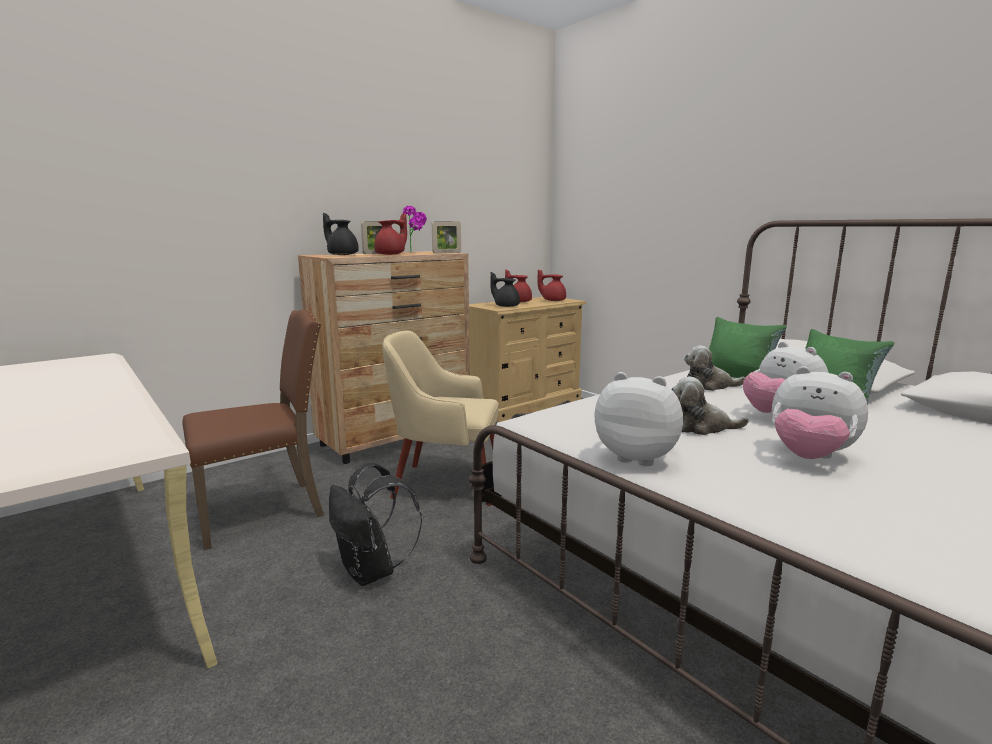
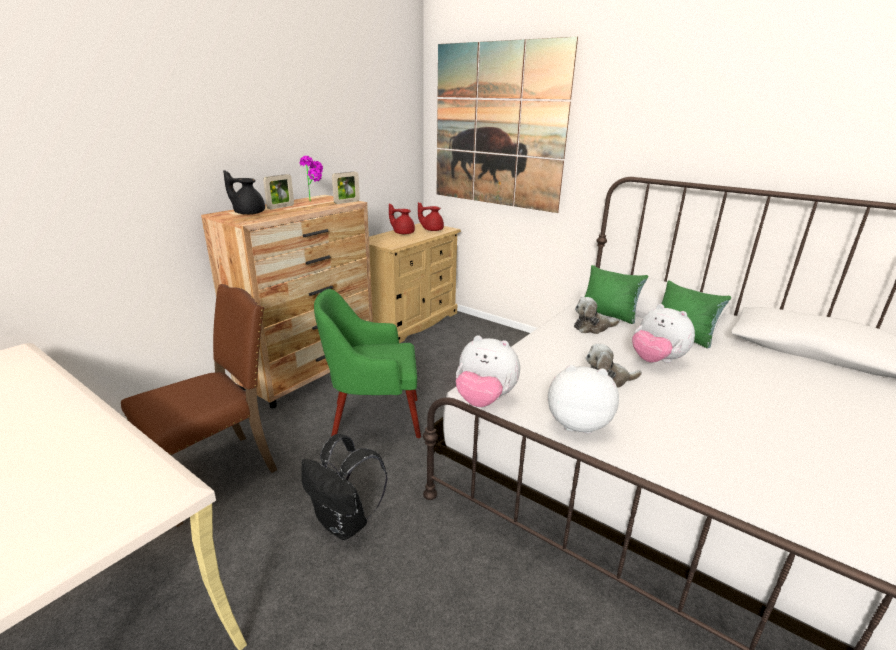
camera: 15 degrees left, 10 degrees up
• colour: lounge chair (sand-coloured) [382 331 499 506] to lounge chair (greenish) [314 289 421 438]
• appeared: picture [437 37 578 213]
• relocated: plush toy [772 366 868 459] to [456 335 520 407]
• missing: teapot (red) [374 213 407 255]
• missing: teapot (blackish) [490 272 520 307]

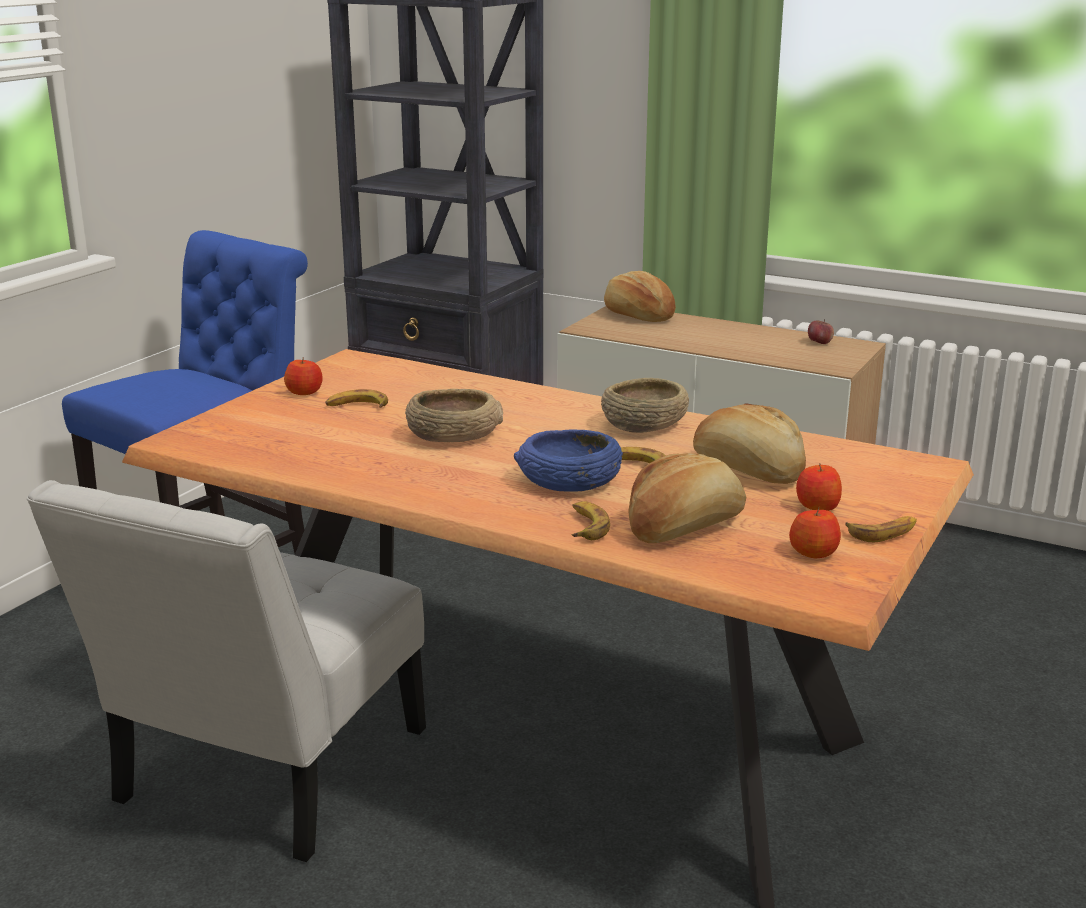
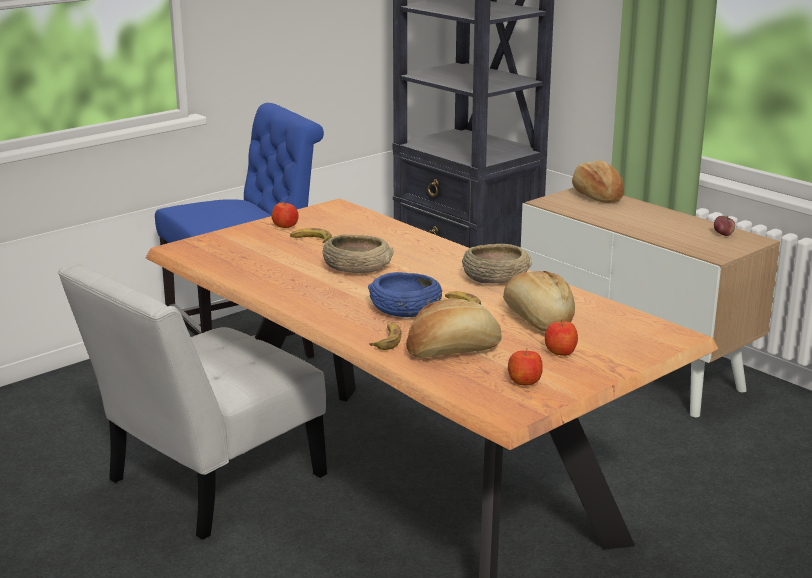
camera: 20 degrees right, 0 degrees up
• missing: whole banana [845 516 917 542]

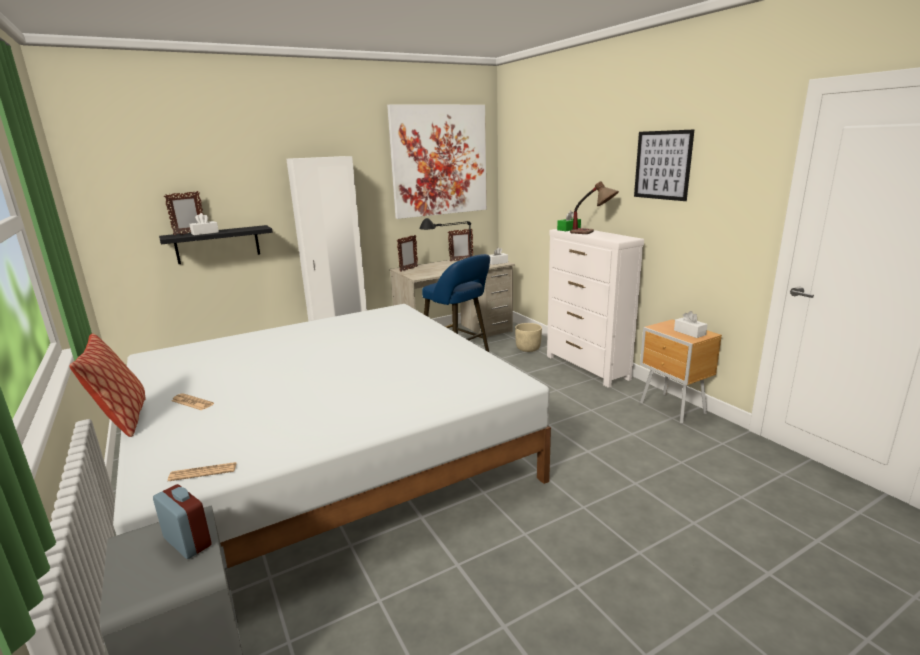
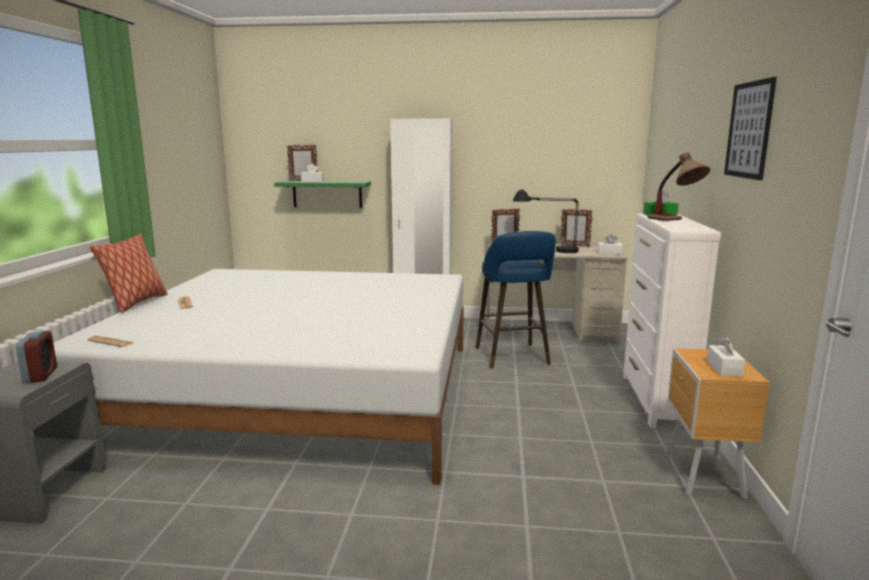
camera: 35 degrees right, 5 degrees down
• colour: bracket shelf (blackish) [159 225 273 264] to bracket shelf (greenish) [274 181 371 208]
• missing: picture [387 104 487 219]
• missing: flower pot (sand-coloured) [515 323 542 352]

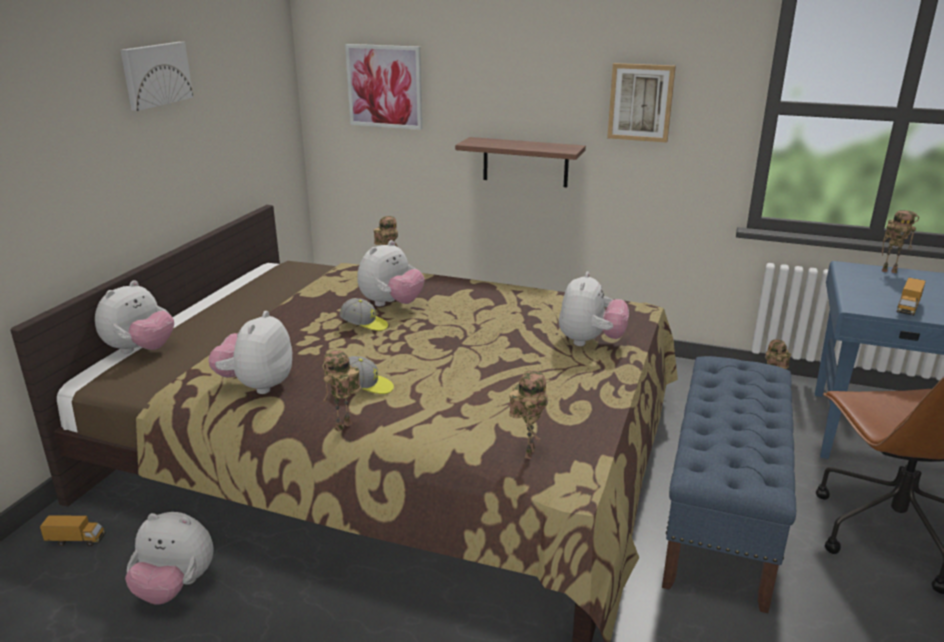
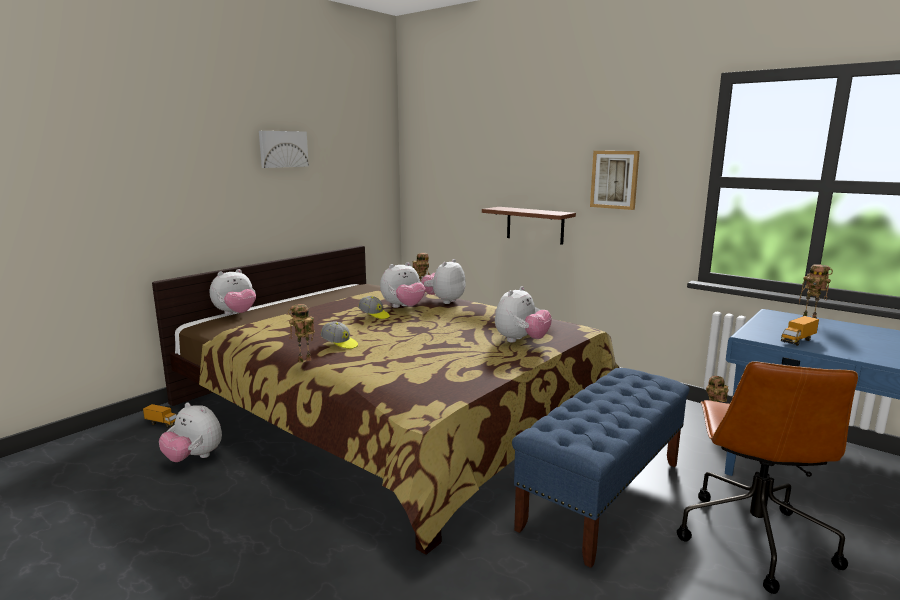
camera: 20 degrees right, 10 degrees down
• relocated: plush toy [208 311 292 394] to [421 259 466 304]
• missing: picture [345 44 422 130]
• missing: model robot [509 370 548 459]

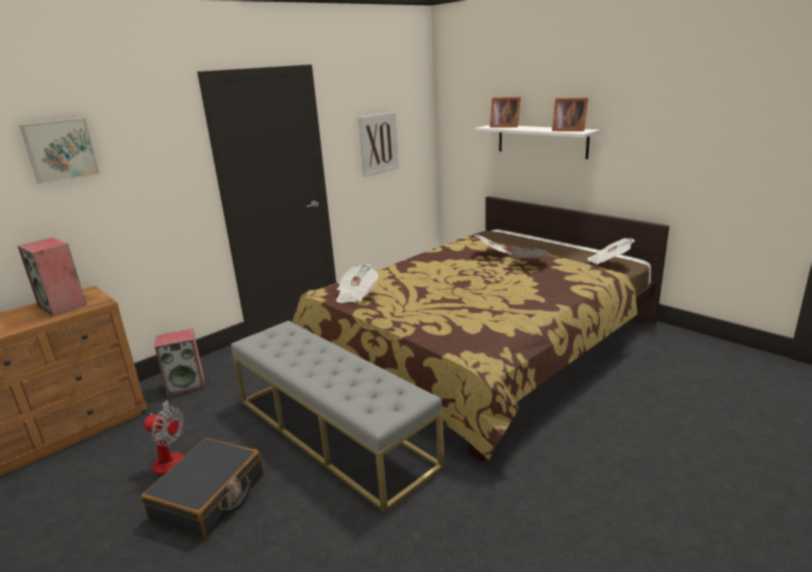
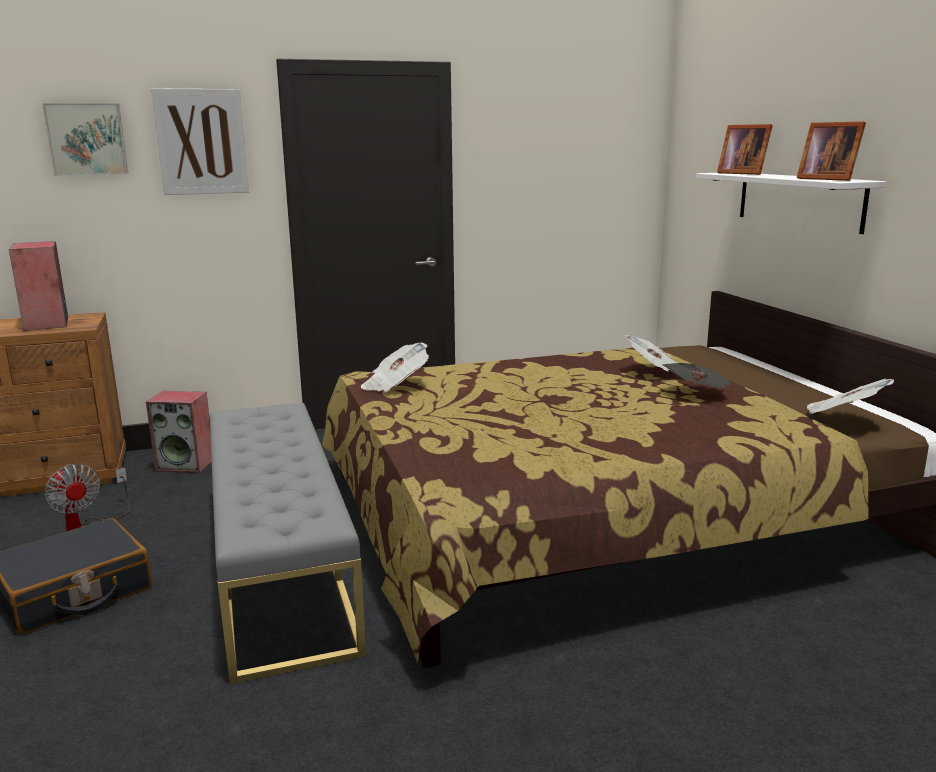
camera: 25 degrees right, 5 degrees down
• relocated: picture [358 112 399 177] to [151 88 249 195]

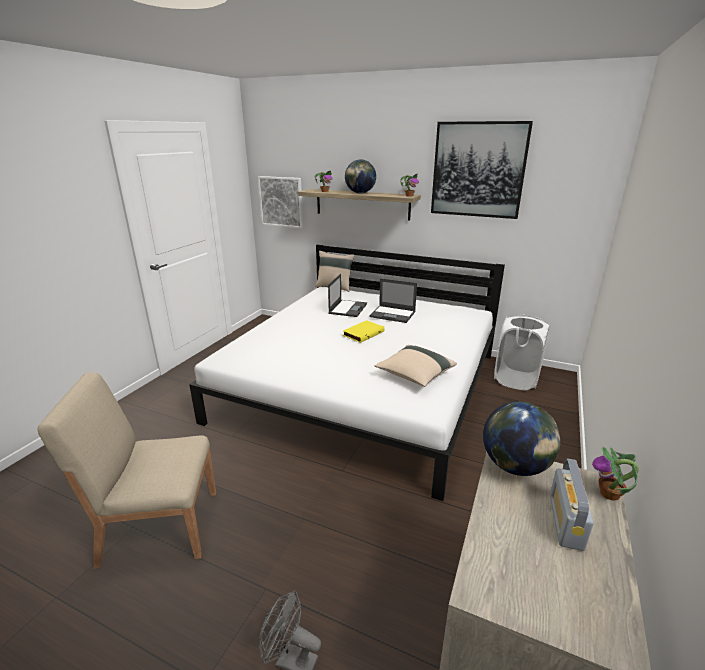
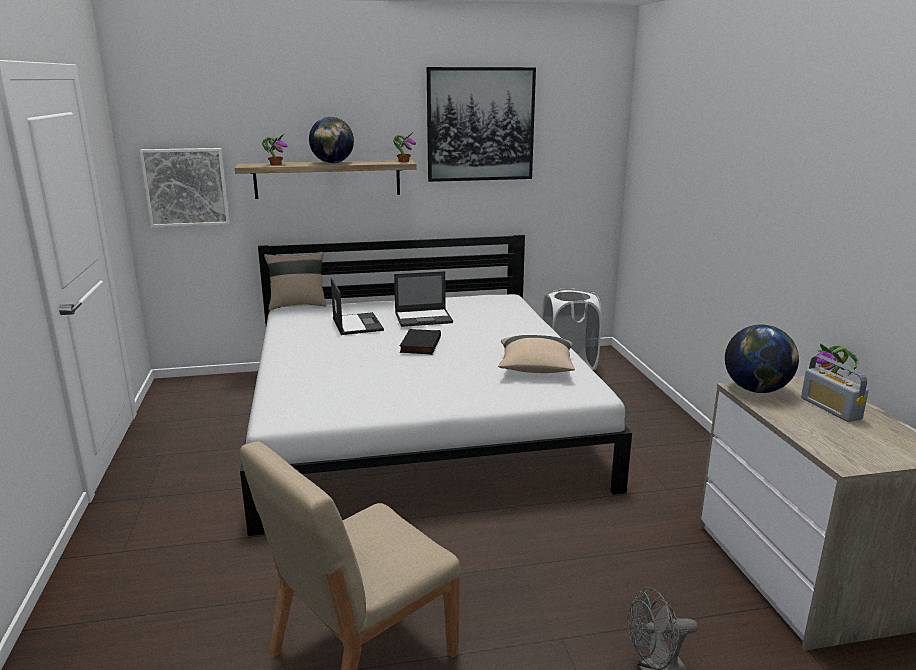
camera: 35 degrees left, 5 degrees down
• colour: volume (yellowish) [343 320 384 343] to volume (blackish) [399 329 441 355]

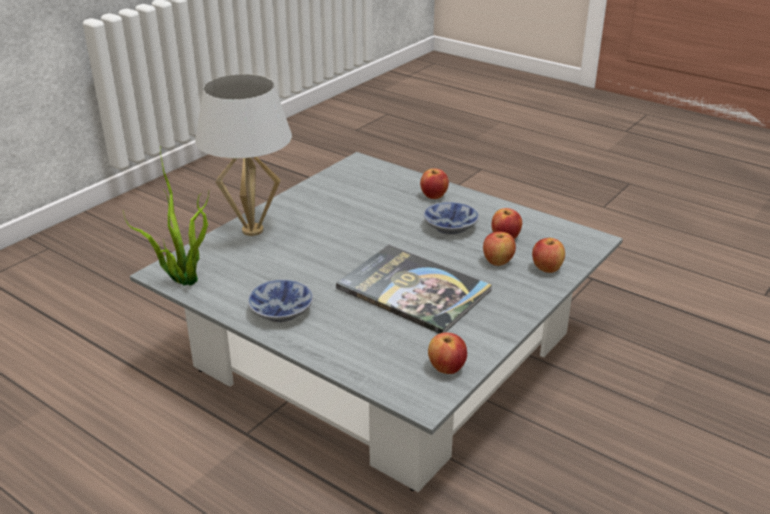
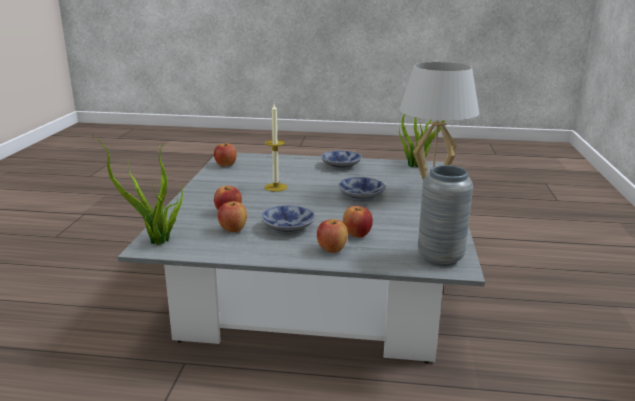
camera: 150 degrees right, 10 degrees down
• appeared: houseplant [93 135 184 245]
• exchanged: volume [336 245 492 334] to wax candle [265 104 287 192]
• appeared: bowl [338 177 385 201]
• relocated: whole apple [532 238 565 273] to [343 206 373 238]
• appeared: flower vase (greyish) [418 165 473 266]

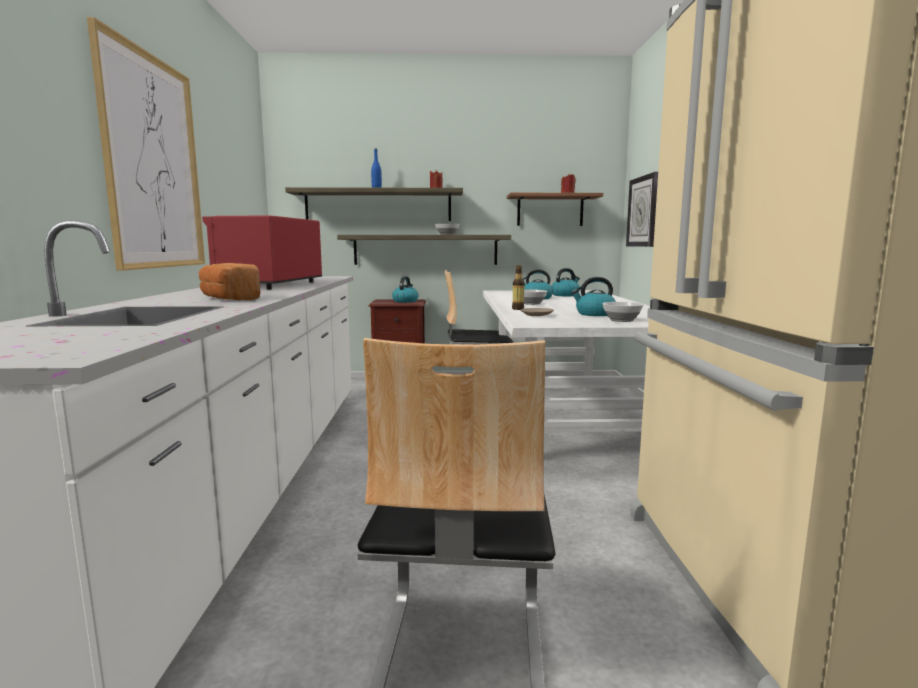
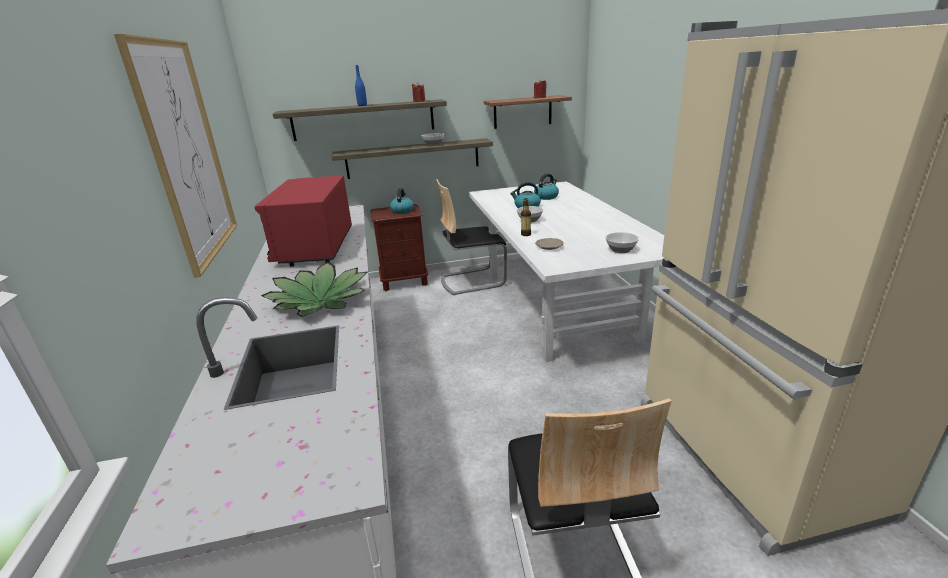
camera: 10 degrees left, 15 degrees up
• exchanged: bread [199 263 260 300] to houseplant [261 262 367 317]
• missing: tea kettle [571 277 616 316]
• missing: clock on the wall [626 172 658 247]

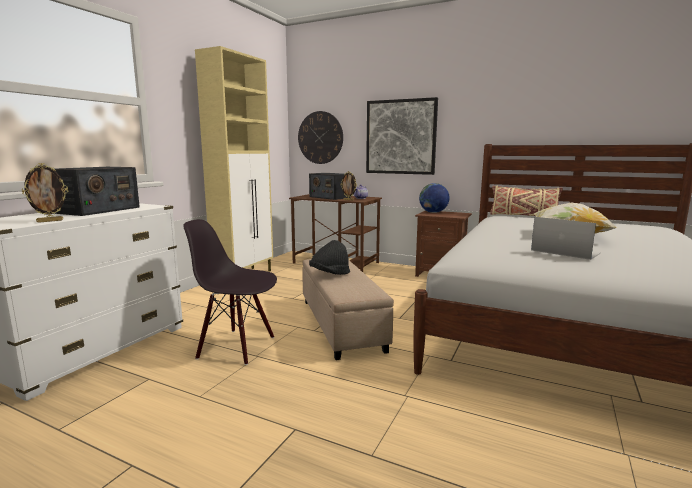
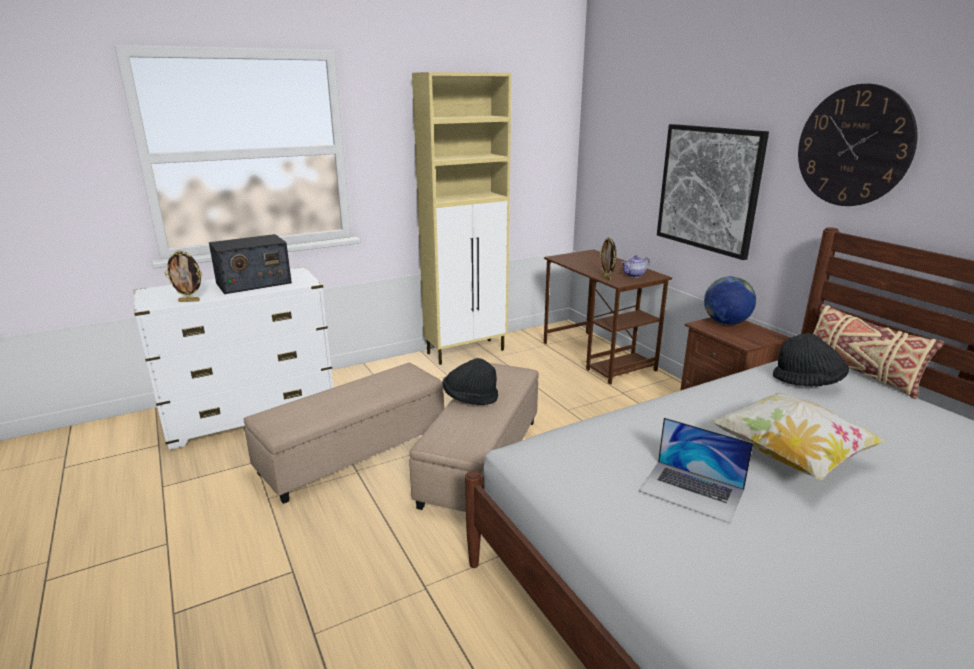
camera: 35 degrees right, 10 degrees up
• exchanged: plain chair (blackish) [183 219 277 365] to footrest (sand-coloured) [244 363 444 504]
• spun: portable computer [531 217 601 260] = [639 417 753 524] 135 degrees clockwise
• appeared: hat (blackish) [773 333 849 387]
• relocated: clock on the wall [298 111 343 164] to [798 84 918 206]
• missing: radio [309 173 351 200]

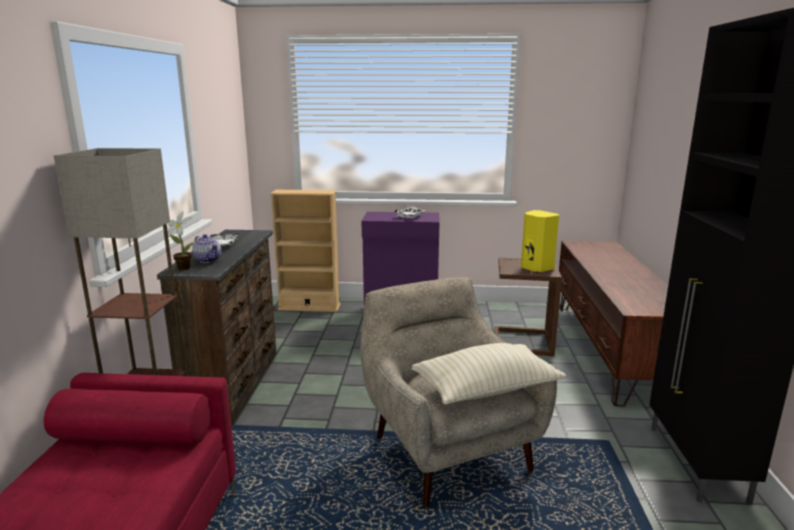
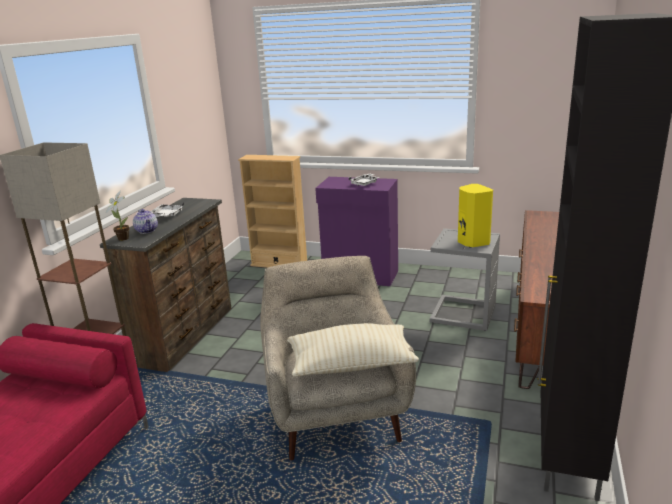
camera: 15 degrees right, 5 degrees up
• colour: side table (brown) [494 258 562 357] to side table (greyish) [430 228 500 331]

